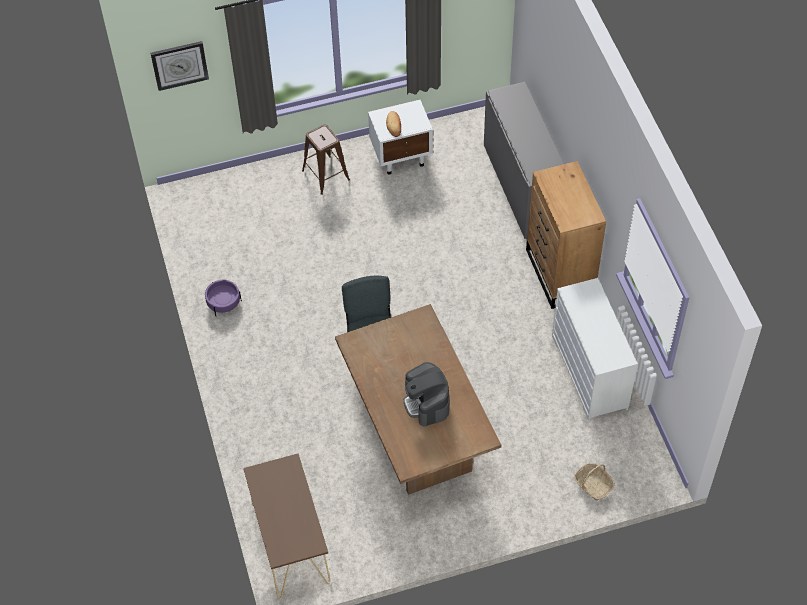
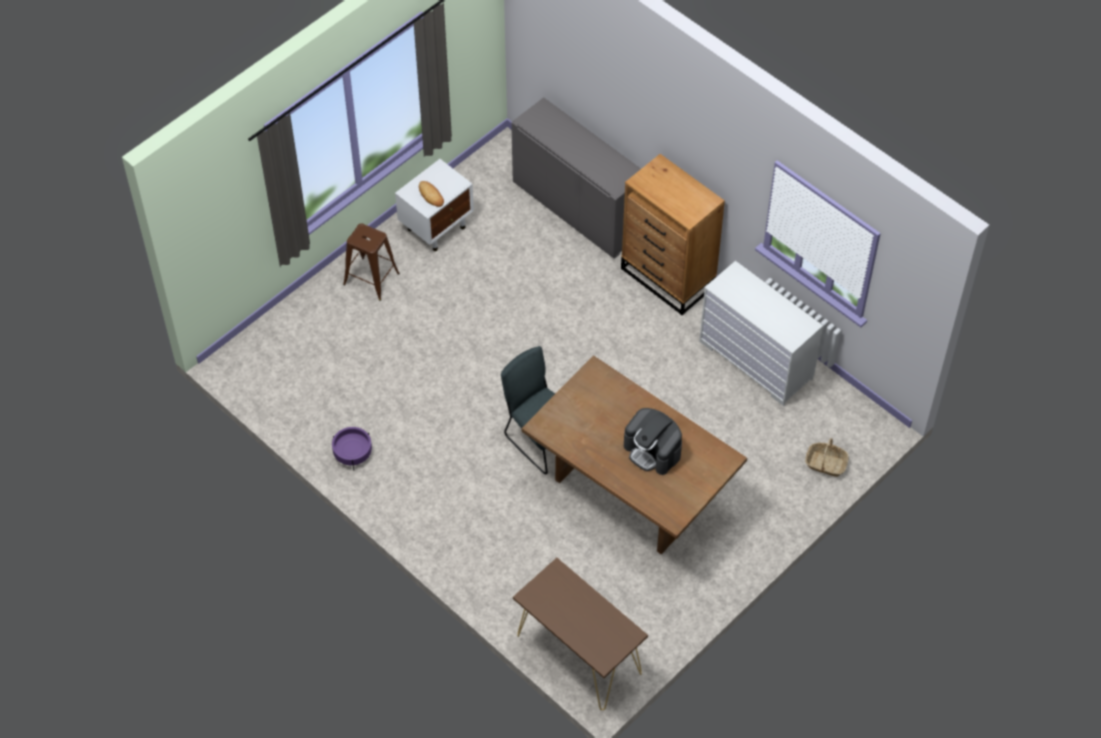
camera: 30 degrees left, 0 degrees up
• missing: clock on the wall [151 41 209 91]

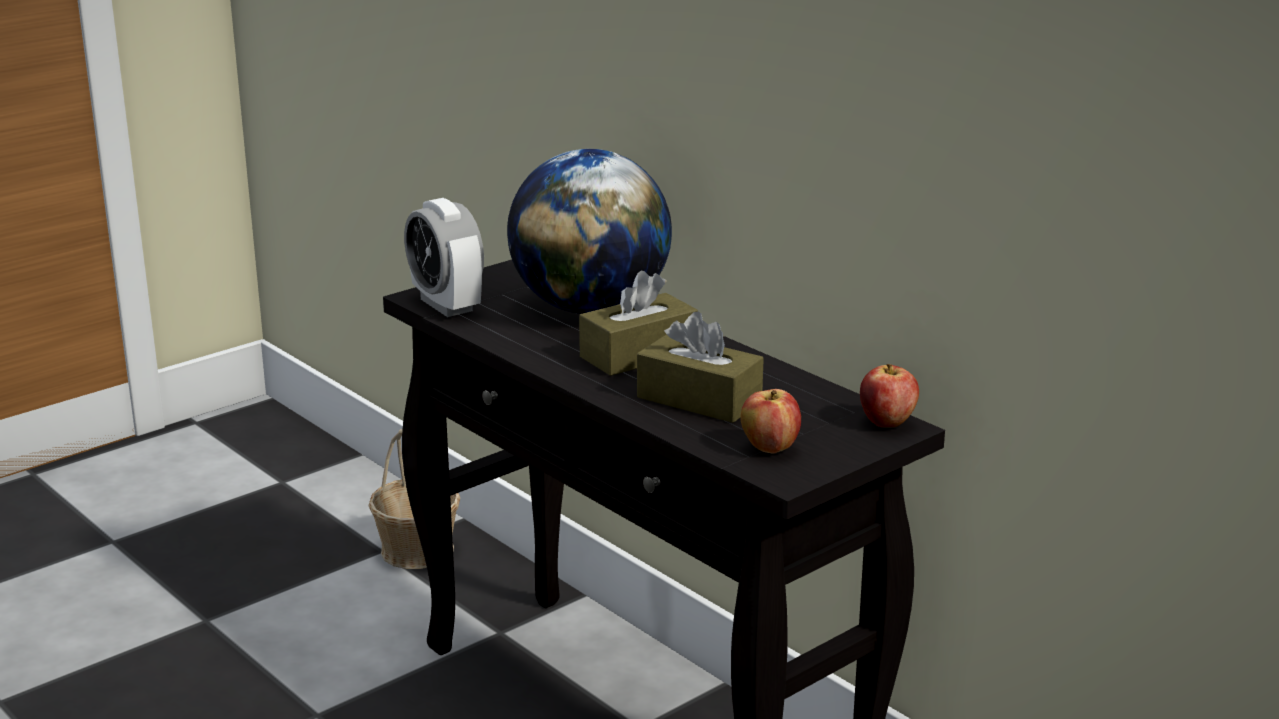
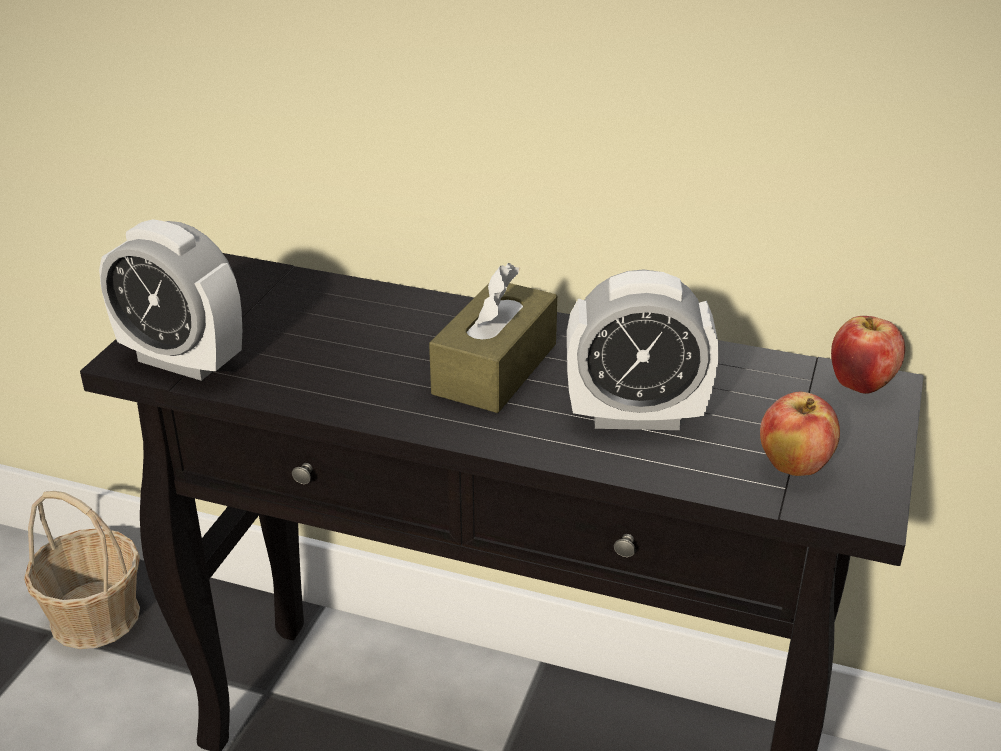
camera: 30 degrees left, 10 degrees up
• exchanged: tissue box (brown) [637 312 764 423] to bedside clock [567 269 719 430]
• missing: world globe [507 149 672 314]

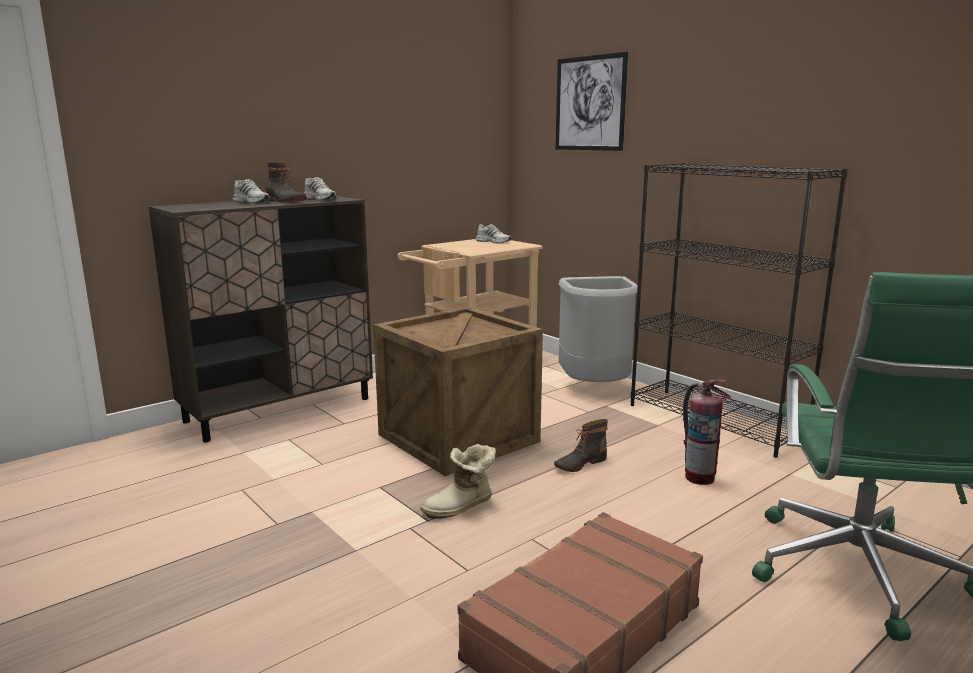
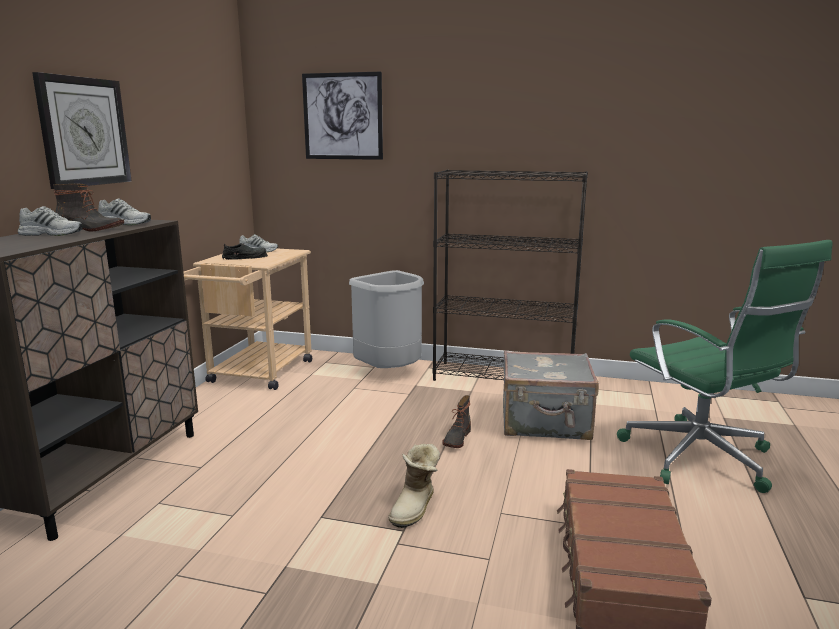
camera: 35 degrees left, 0 degrees up
• appeared: clock on the wall [32 72 132 189]
• appeared: low shoe (blackish) [222 243 268 260]
• exchanged: extinguisher [683 379 731 485] to piece of luggage (greyish) [503 350 599 440]
• missing: packing crate [373 307 543 476]

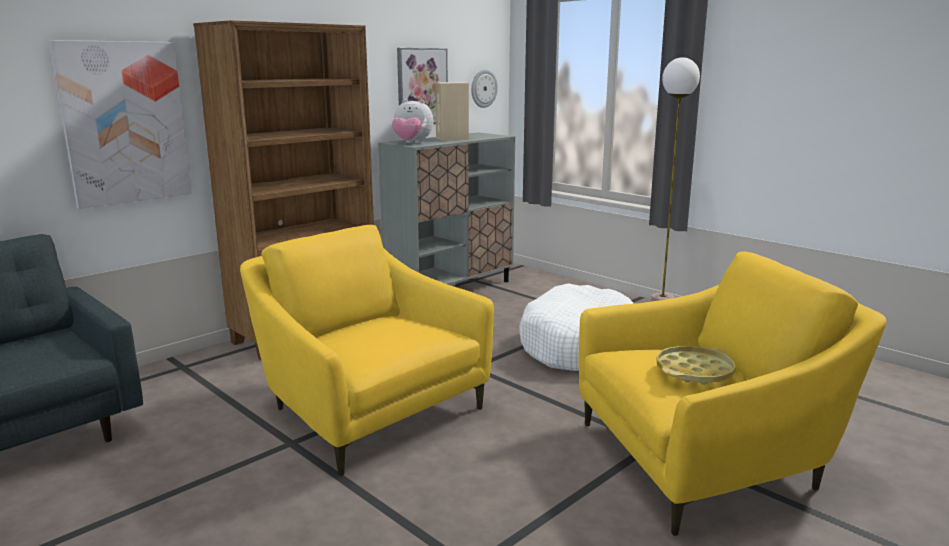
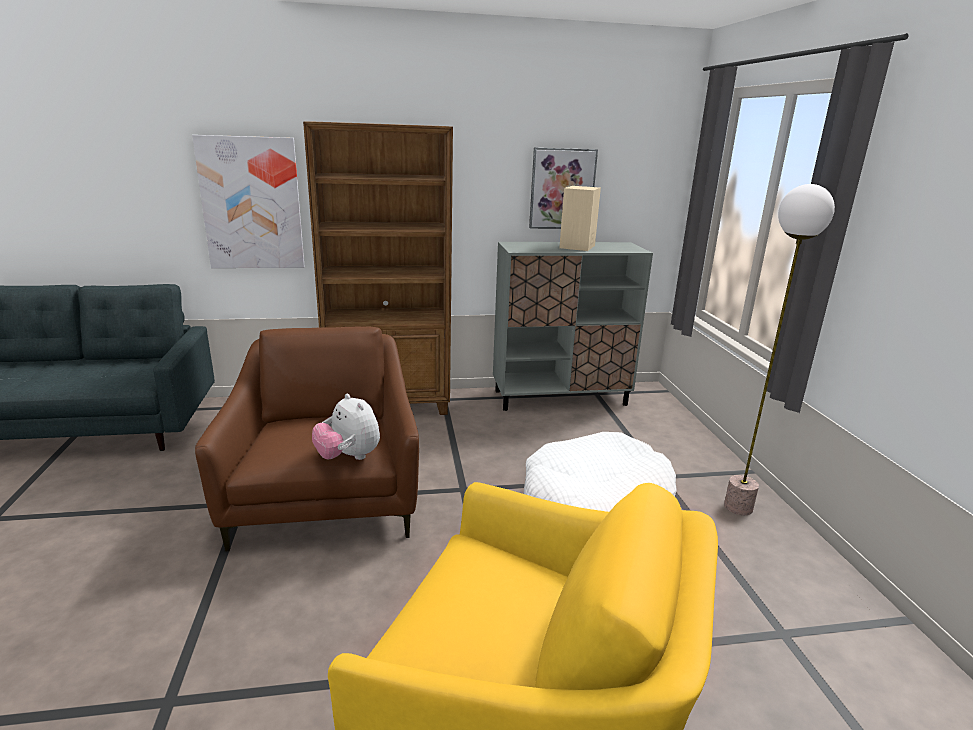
camera: 35 degrees right, 5 degrees up
• colour: lounge chair (yellowish) [240 225 494 476] to lounge chair (brown) [195 327 419 551]
• relocated: plush toy [392 99 433 143] to [312 394 380 460]
• missing: clock on the wall [471 69 498 108]
• missing: tray (yellowish) [656 346 736 385]

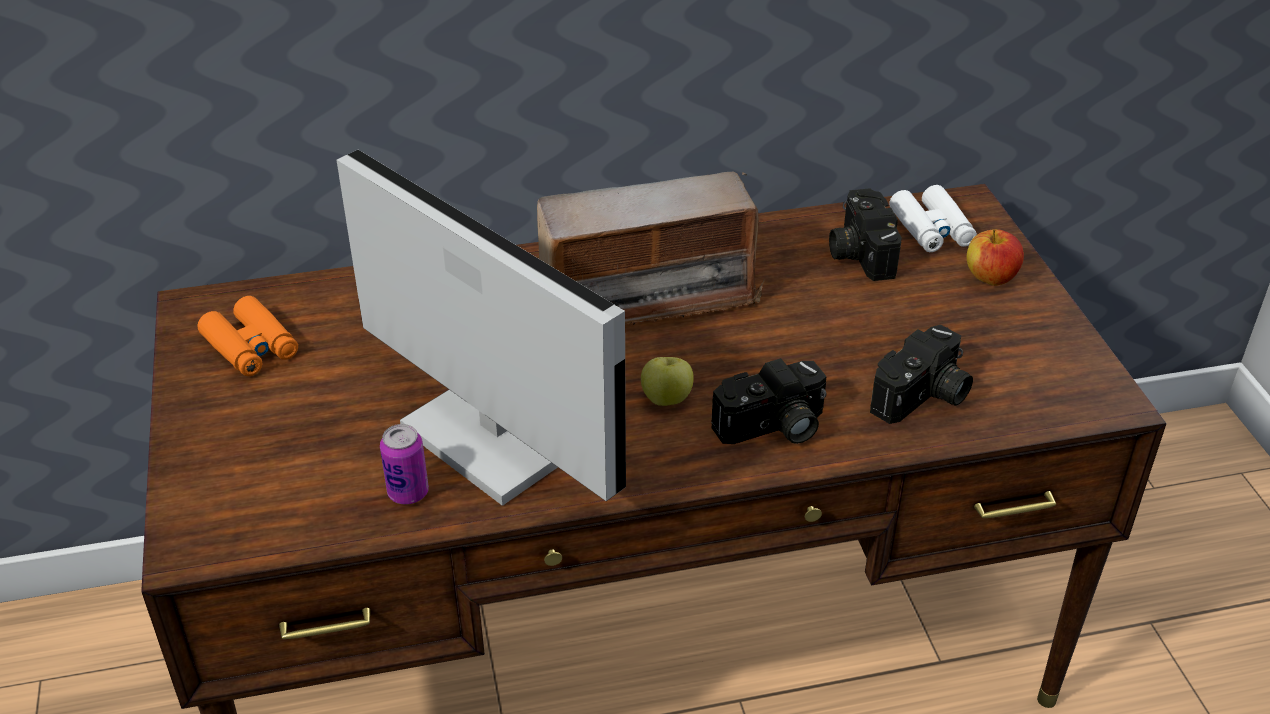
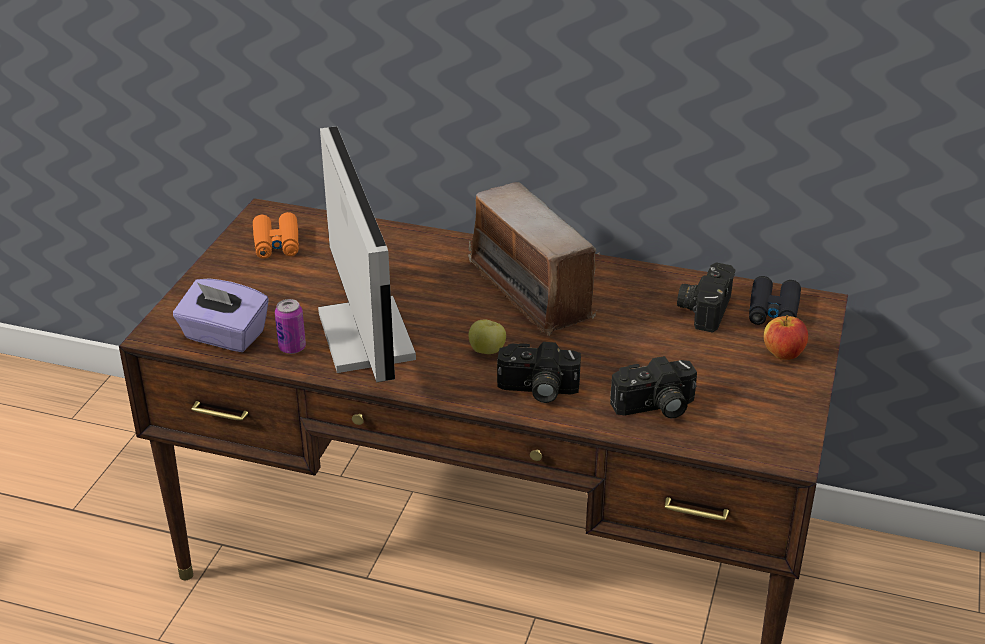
camera: 30 degrees right, 5 degrees down
• appeared: tissue box (purple-coloured) [173 278 269 352]
• spun: radio [537 172 765 325] = [468 182 600 336] 45 degrees clockwise
• colour: field glasses (white) [889 185 977 252] to field glasses (blackish) [749 276 801 325]

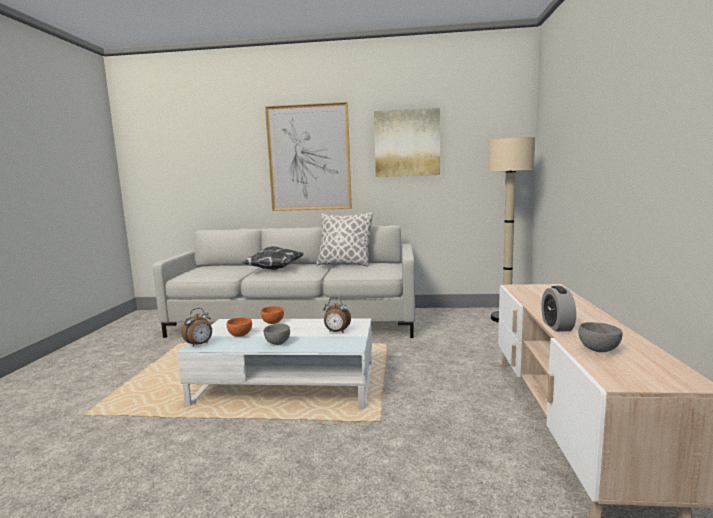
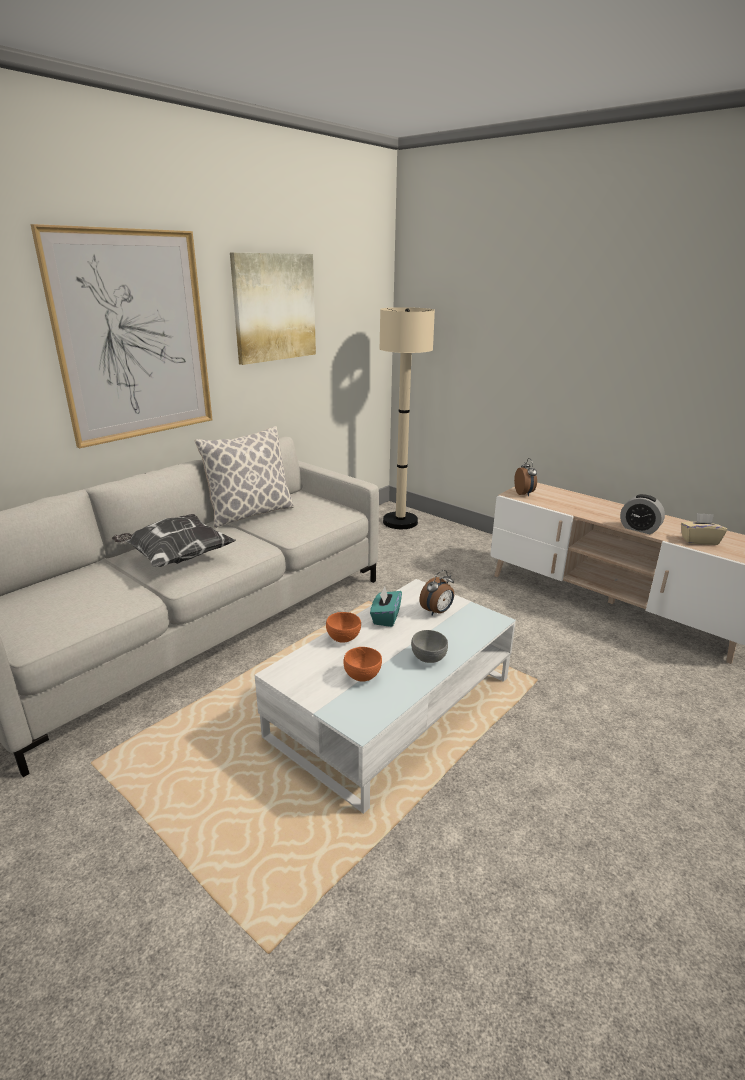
camera: 55 degrees left, 15 degrees up
• appeared: tissue box (turquoise-coloured) [370 587 402 627]
• relocated: bedside clock [181 308 212 347] to [514 458 537 496]
• exchanged: bowl (greyish) [578 322 623 352] to tissue box (sand-coloured) [681 513 728 545]

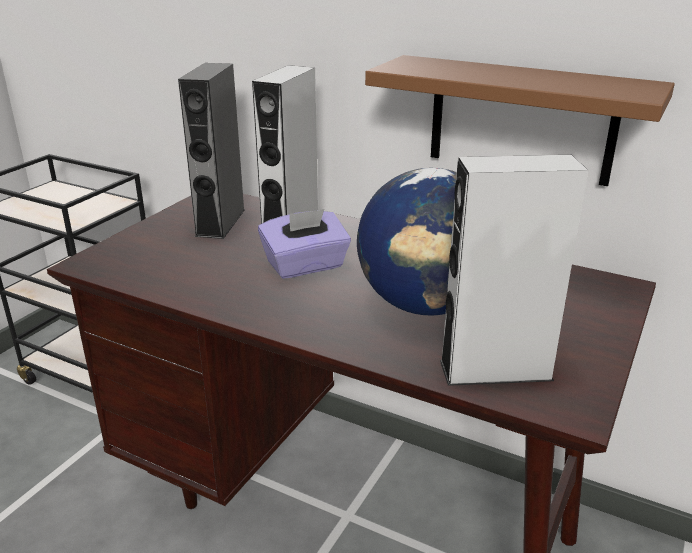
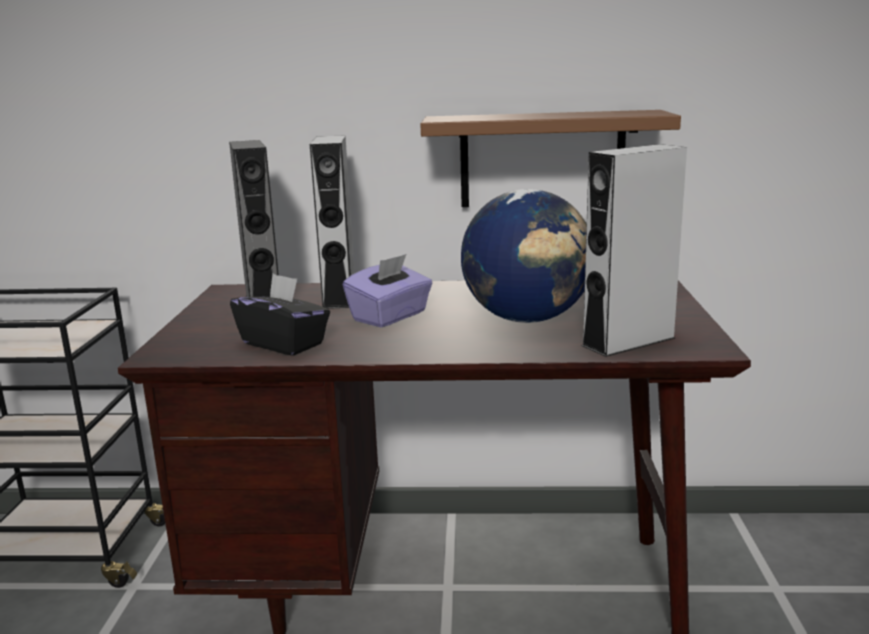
camera: 25 degrees left, 10 degrees down
• appeared: tissue box (blackish) [230 274 330 356]

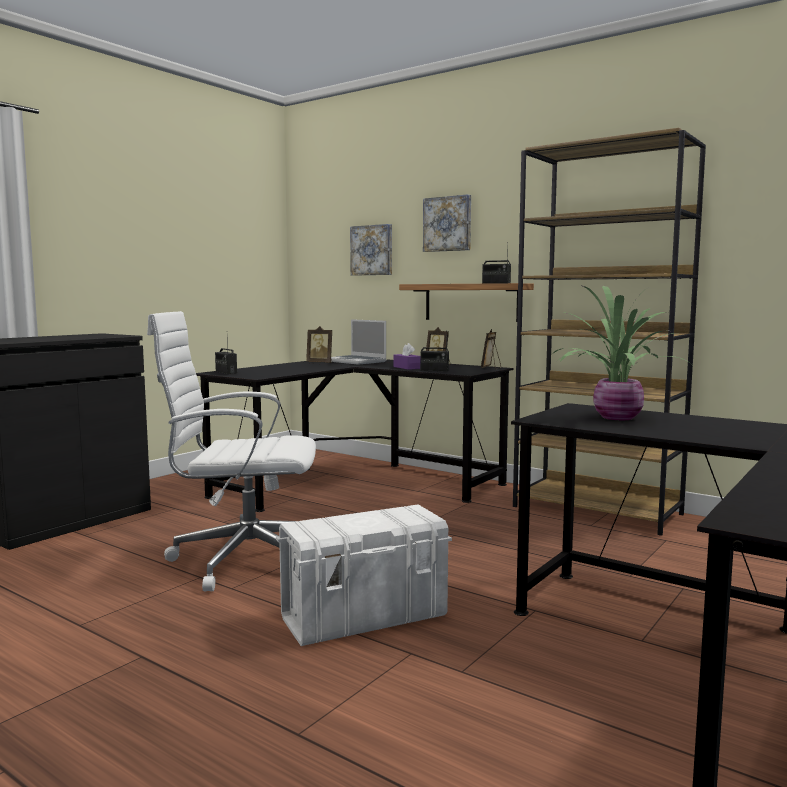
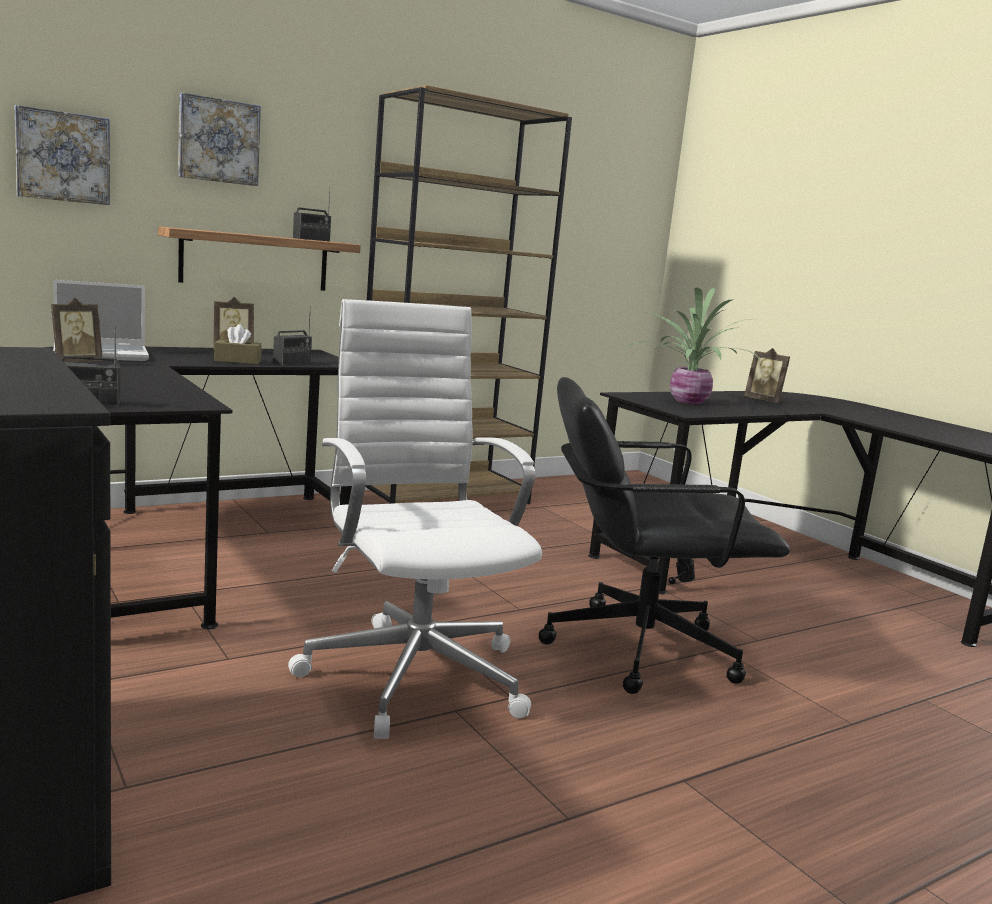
camera: 70 degrees left, 5 degrees up
• colour: tissue box (purple-coloured) [393 343 420 370] to tissue box (brown) [214 324 261 364]
• spun: office chair (white) [147 311 316 591] = [288 299 542 739] 135 degrees clockwise
• exchanged: storage bin (white) [276 504 452 646] to office chair (blackish) [539 377 790 694]
• relocated: standing frame [481 329 501 370] to [744 348 790 403]

